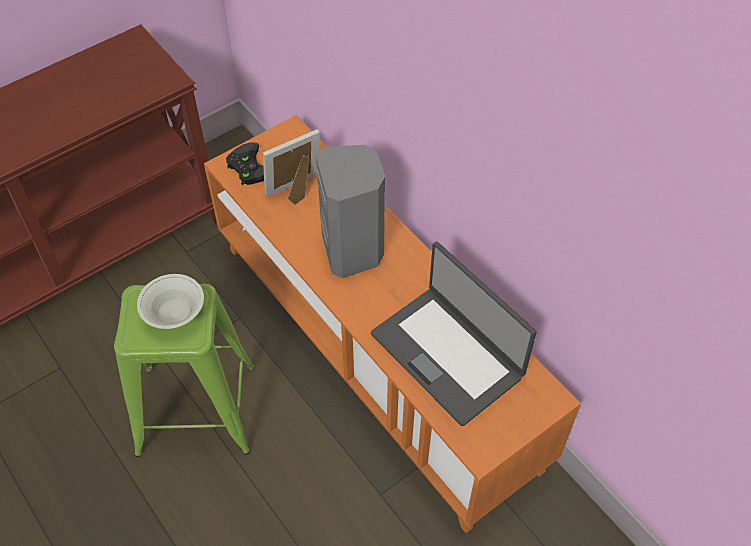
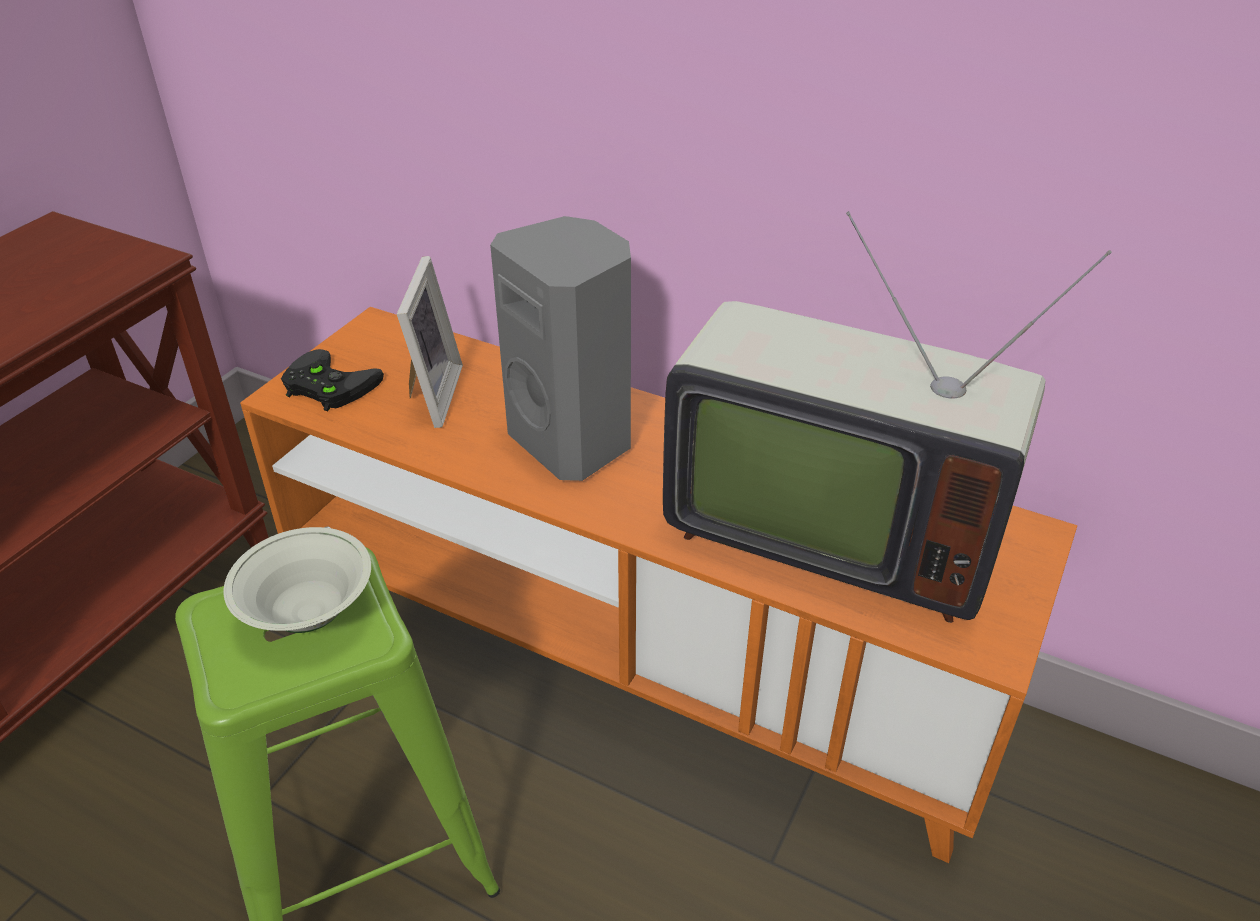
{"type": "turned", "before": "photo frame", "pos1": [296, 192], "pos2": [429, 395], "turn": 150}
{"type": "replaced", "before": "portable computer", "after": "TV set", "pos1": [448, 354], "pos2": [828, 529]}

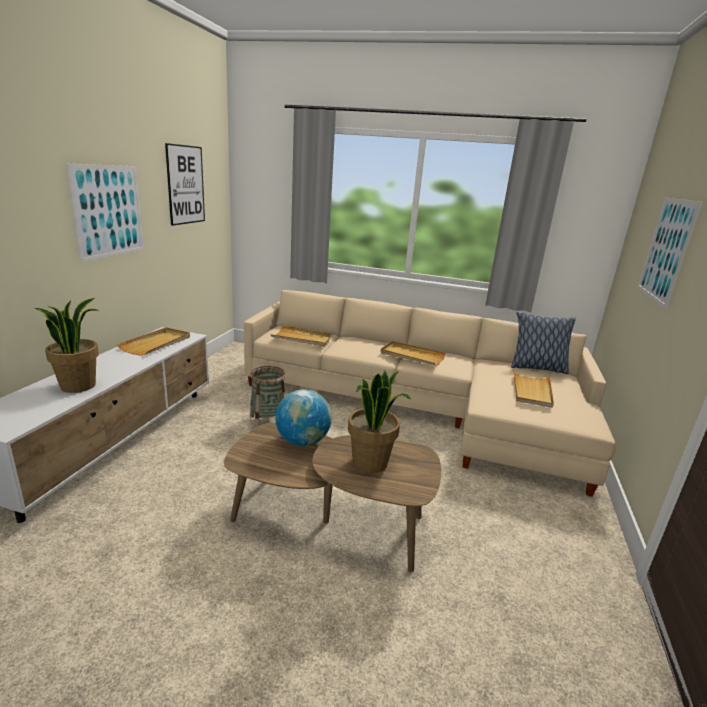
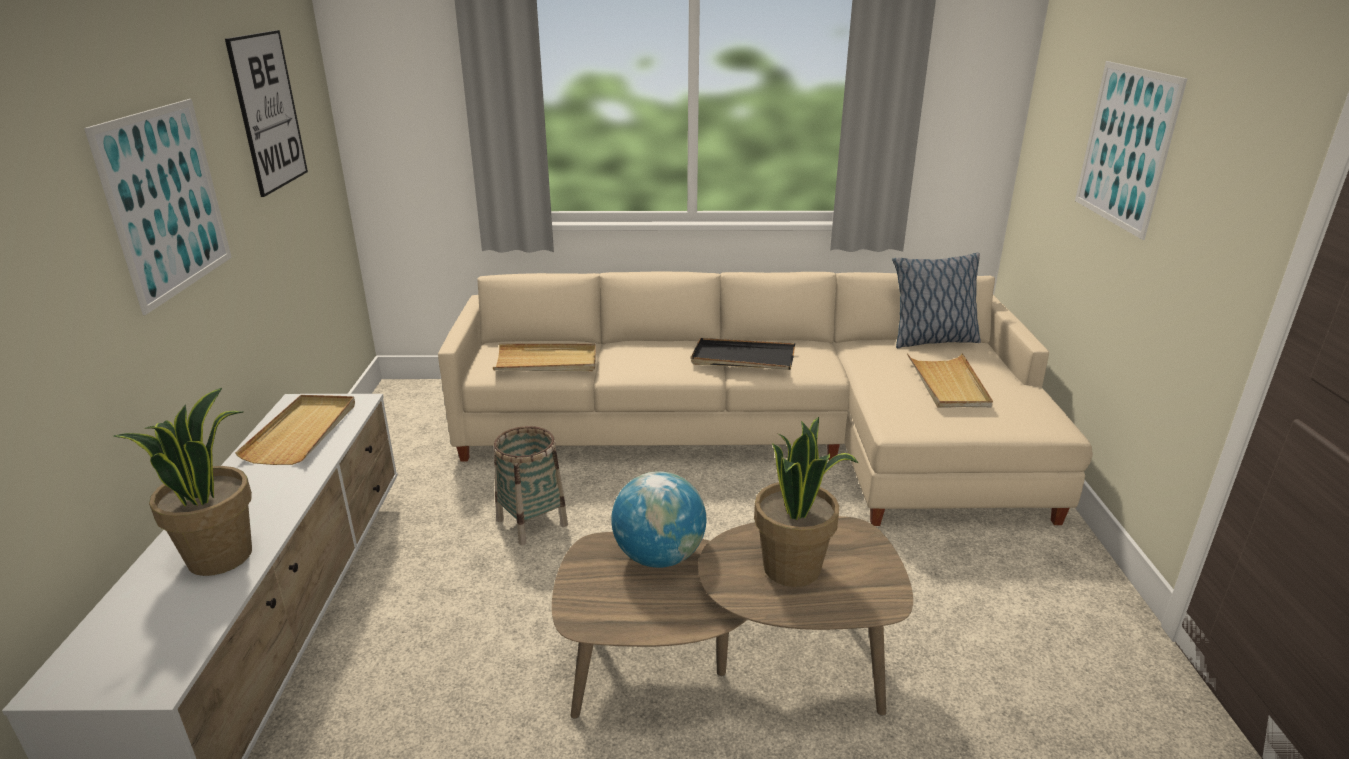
{"type": "recoloured", "before": "serving tray in sand-coloured", "after": "serving tray in black-coloured", "pos1": [412, 356], "pos2": [742, 358]}

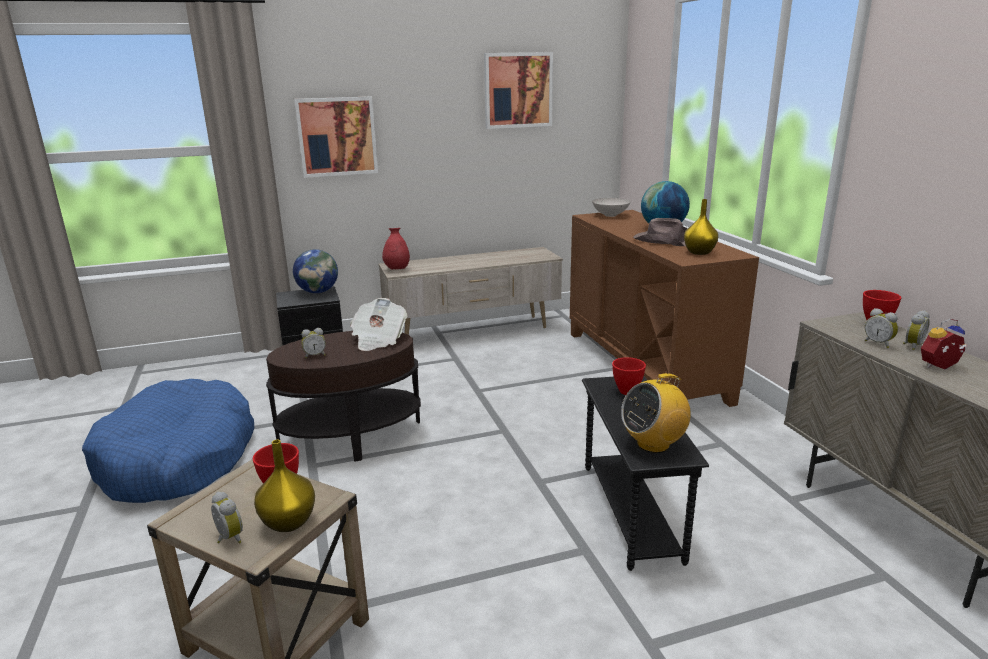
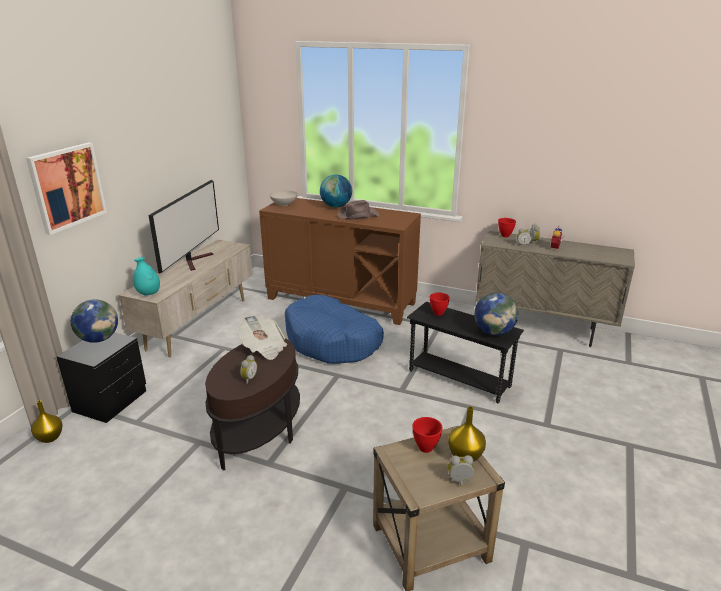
{"type": "moved", "before": "dog bed in bluish", "pos1": [178, 459], "pos2": [332, 341]}
{"type": "recoloured", "before": "vase in red-coloured", "after": "vase in turquoise-coloured", "pos1": [397, 269], "pos2": [149, 294]}
{"type": "removed", "before": "wall picture", "pos1": [518, 90]}
{"type": "replaced", "before": "radio set", "after": "desk globe", "pos1": [653, 444], "pos2": [493, 332]}
{"type": "moved", "before": "vase in yellow-coloured", "pos1": [699, 252], "pos2": [50, 438]}
{"type": "added", "after": "TV set", "pos2": [195, 260]}

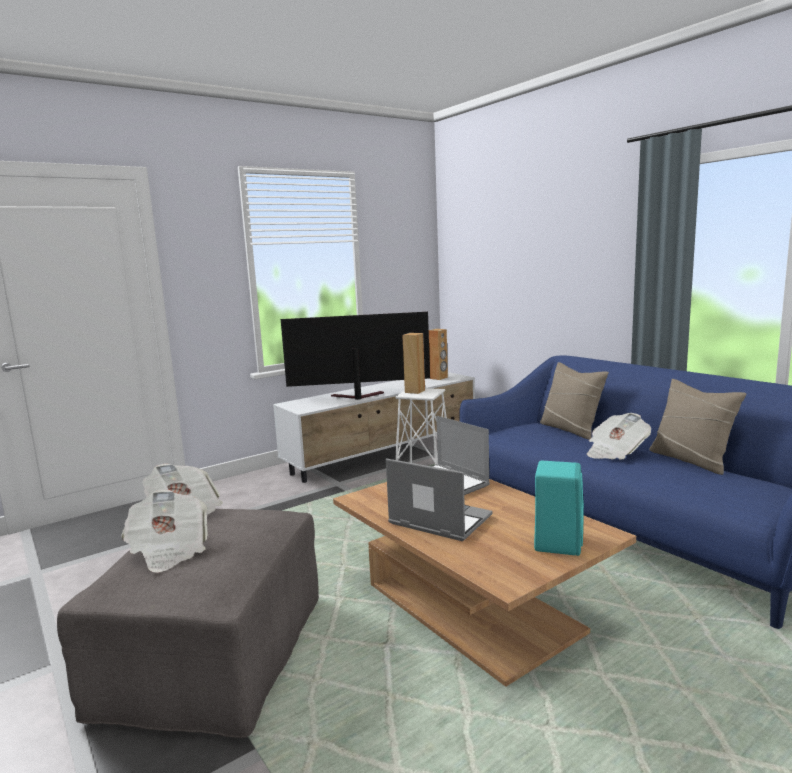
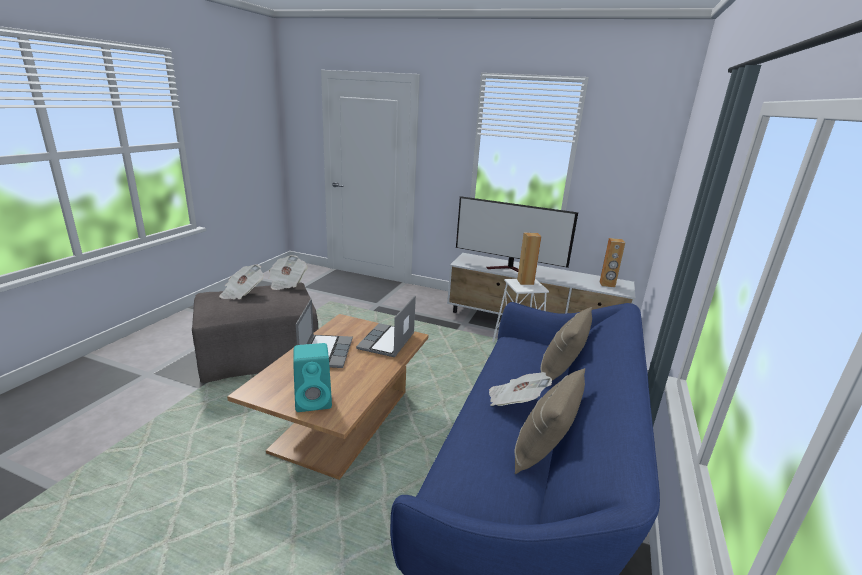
{"type": "turned", "before": "TV set", "pos1": [356, 397], "pos2": [510, 270], "turn": 150}

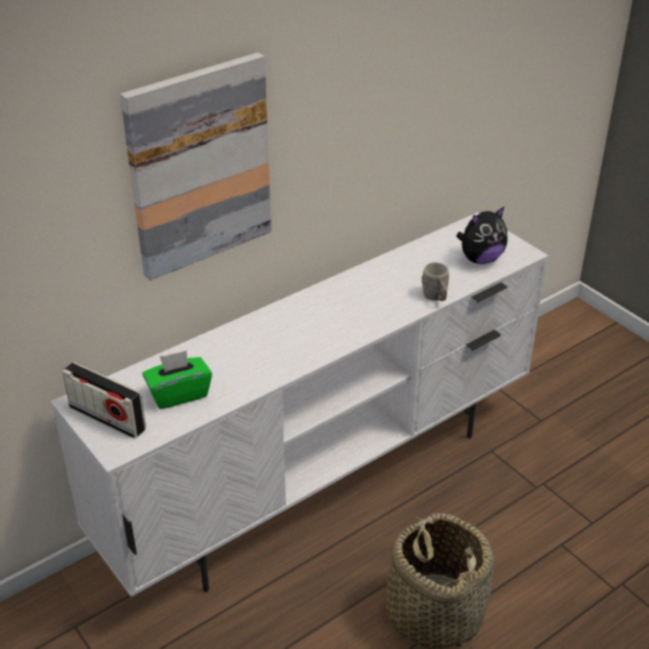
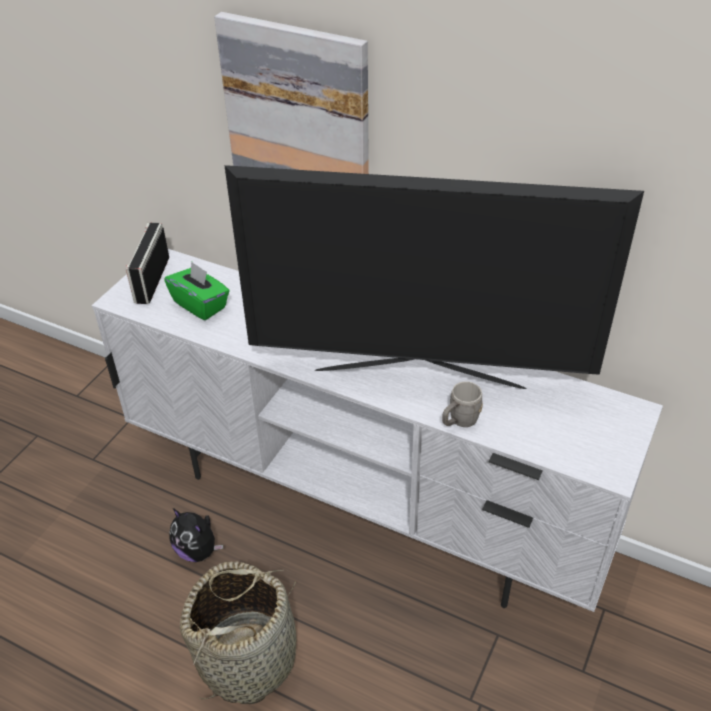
{"type": "moved", "before": "cuddly toy", "pos1": [480, 259], "pos2": [198, 550]}
{"type": "added", "after": "TV set", "pos2": [419, 377]}

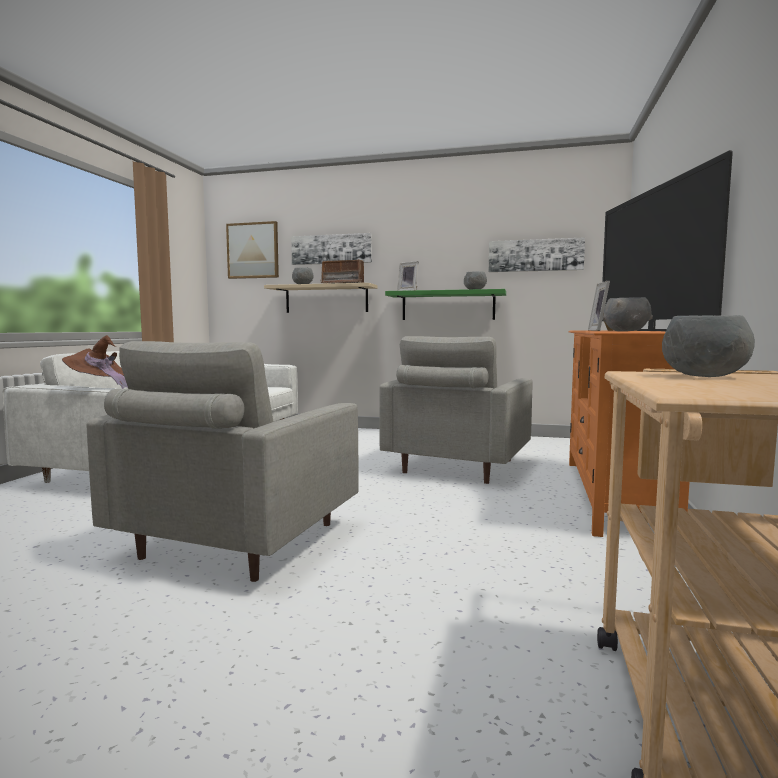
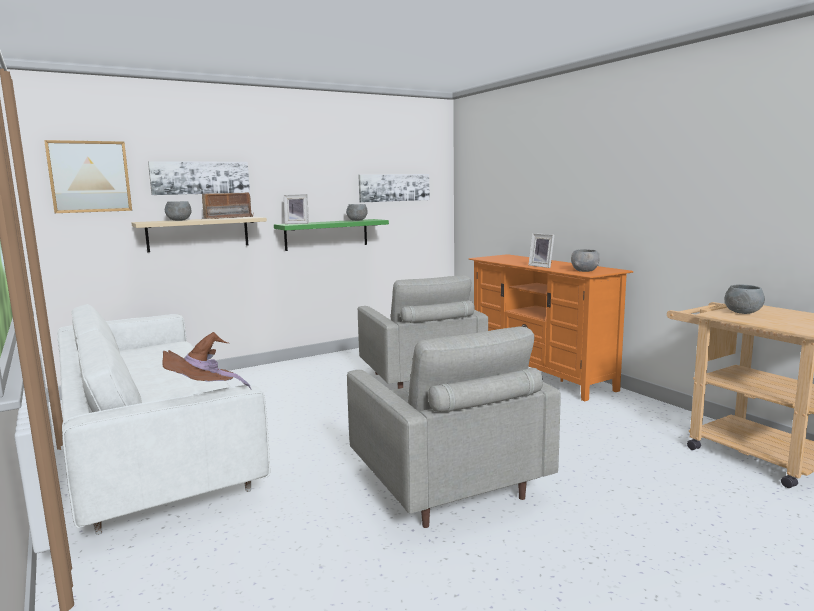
{"type": "removed", "before": "TV set", "pos1": [650, 330]}

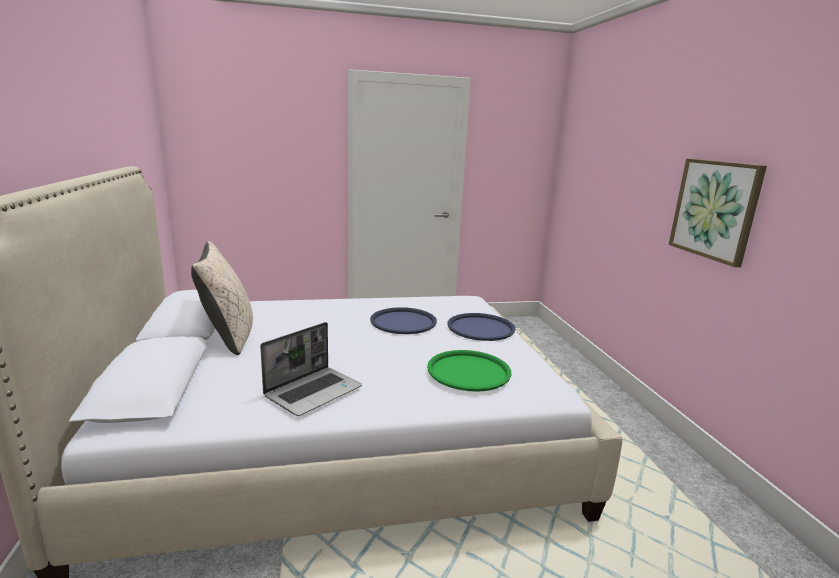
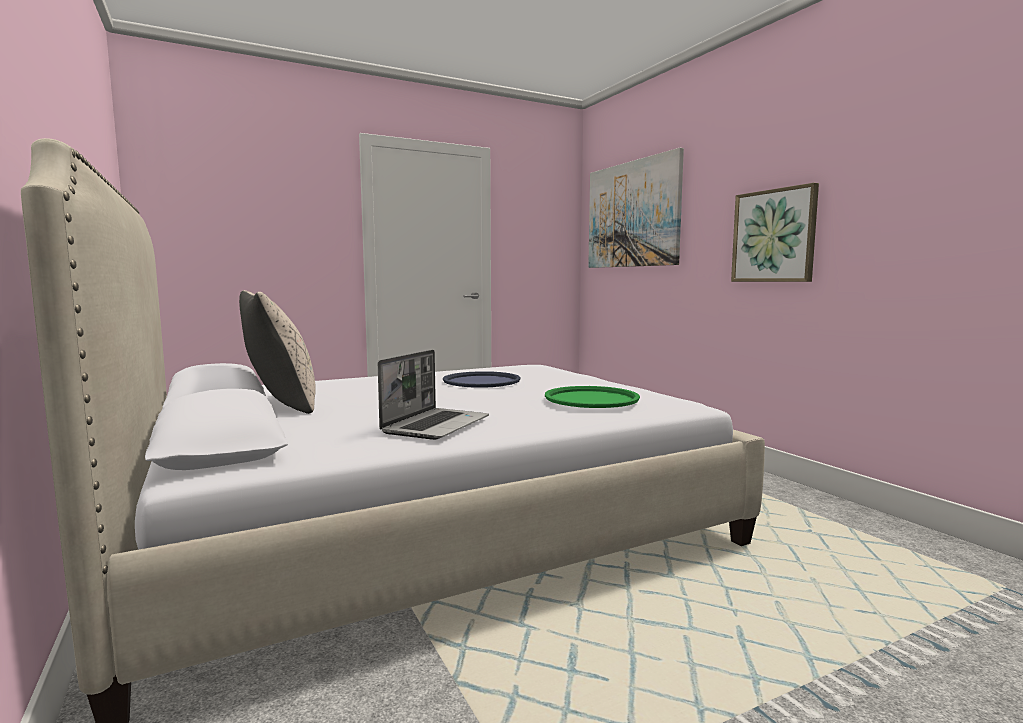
{"type": "removed", "before": "serving tray in bluish", "pos1": [480, 328]}
{"type": "added", "after": "wall picture", "pos2": [632, 214]}

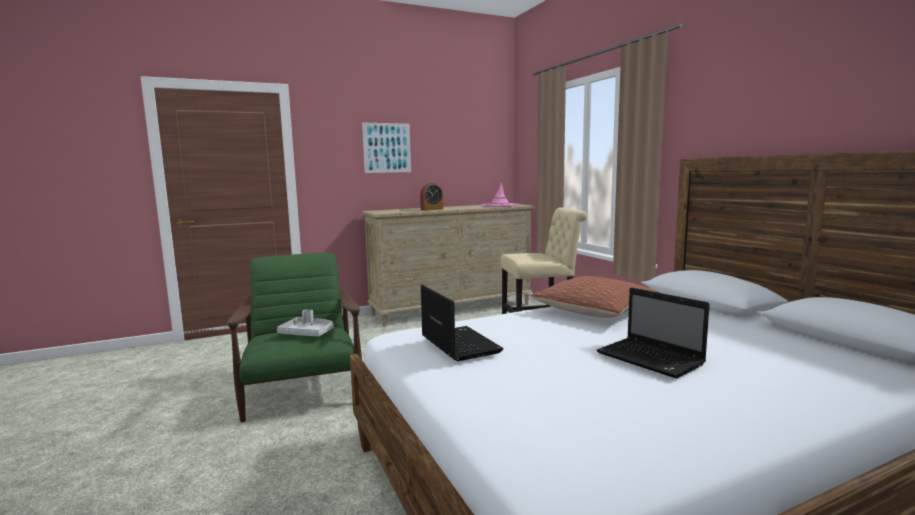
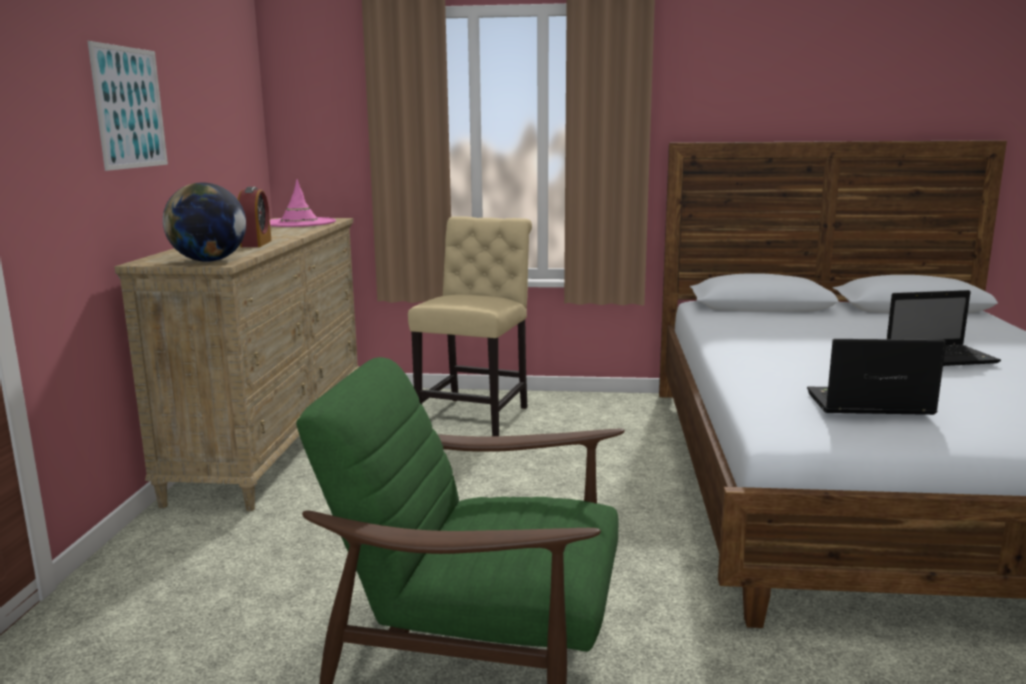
{"type": "removed", "before": "serving tray in gray", "pos1": [307, 333]}
{"type": "removed", "before": "pillow", "pos1": [595, 311]}
{"type": "added", "after": "desk globe", "pos2": [209, 261]}

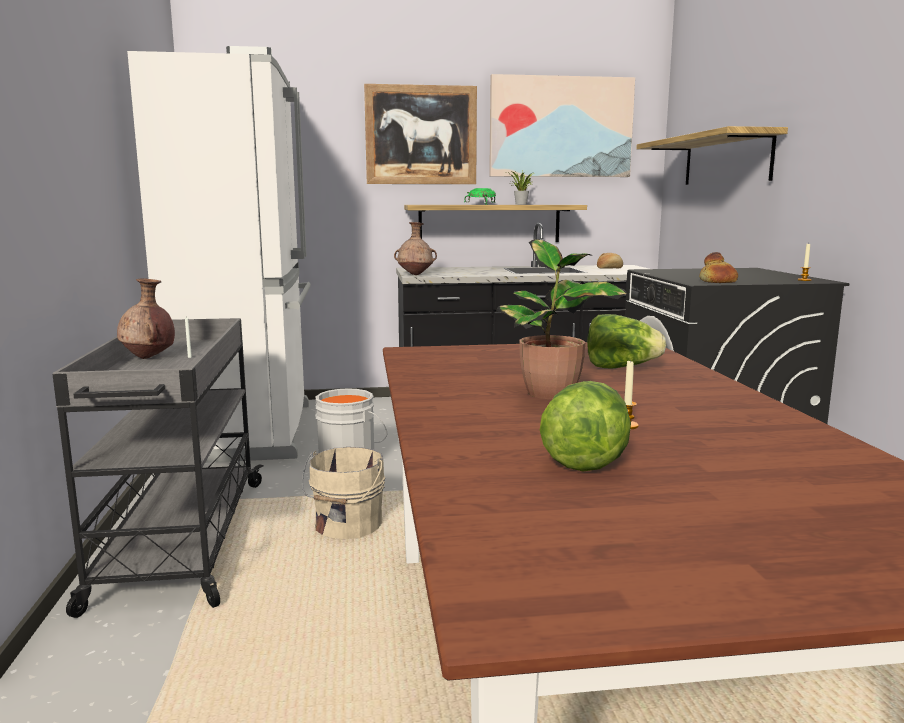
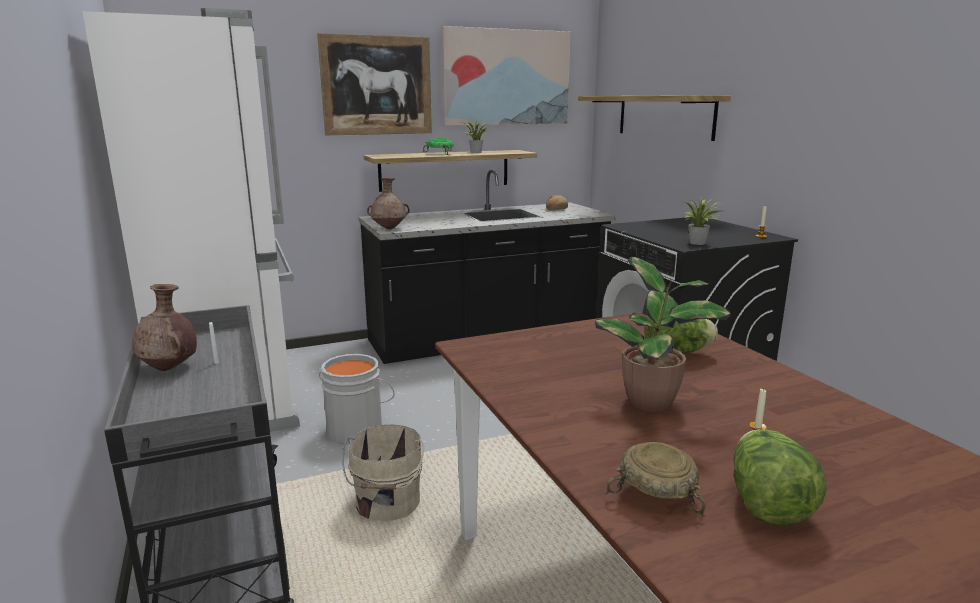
{"type": "replaced", "before": "baked bread", "after": "houseplant", "pos1": [718, 281], "pos2": [699, 243]}
{"type": "added", "after": "deep dish in sand-coloured", "pos2": [654, 493]}

